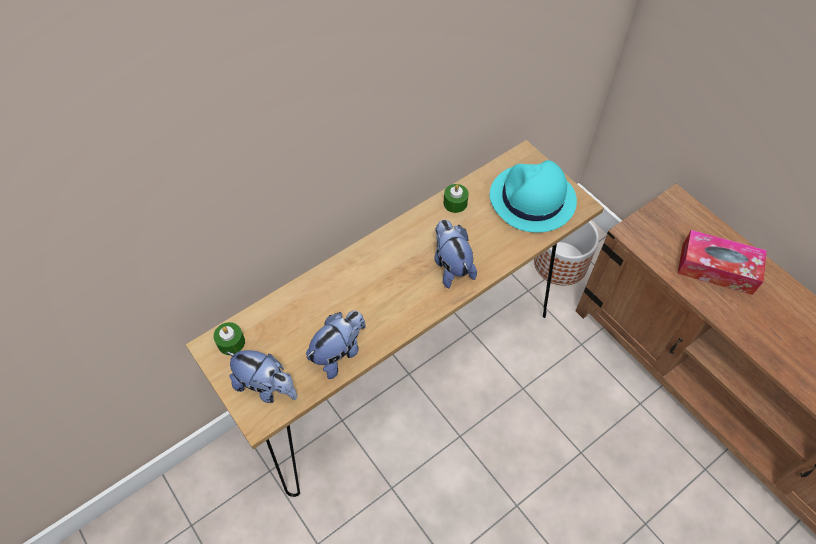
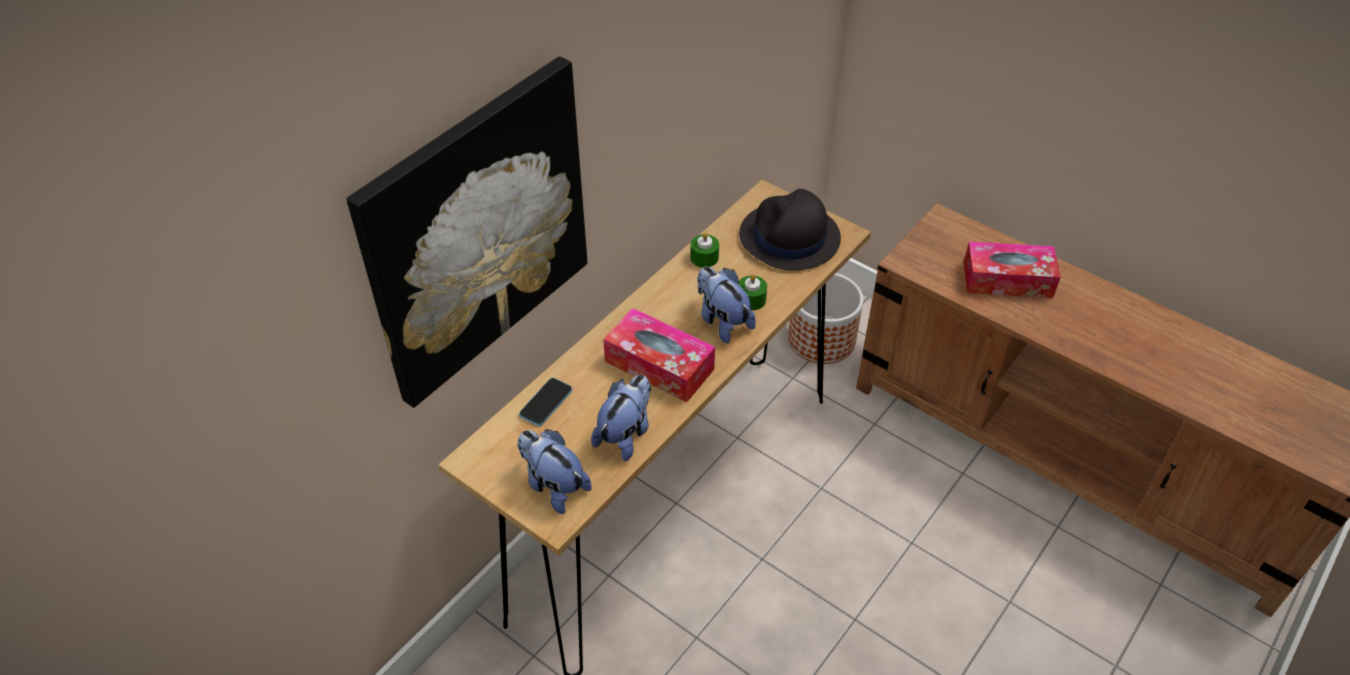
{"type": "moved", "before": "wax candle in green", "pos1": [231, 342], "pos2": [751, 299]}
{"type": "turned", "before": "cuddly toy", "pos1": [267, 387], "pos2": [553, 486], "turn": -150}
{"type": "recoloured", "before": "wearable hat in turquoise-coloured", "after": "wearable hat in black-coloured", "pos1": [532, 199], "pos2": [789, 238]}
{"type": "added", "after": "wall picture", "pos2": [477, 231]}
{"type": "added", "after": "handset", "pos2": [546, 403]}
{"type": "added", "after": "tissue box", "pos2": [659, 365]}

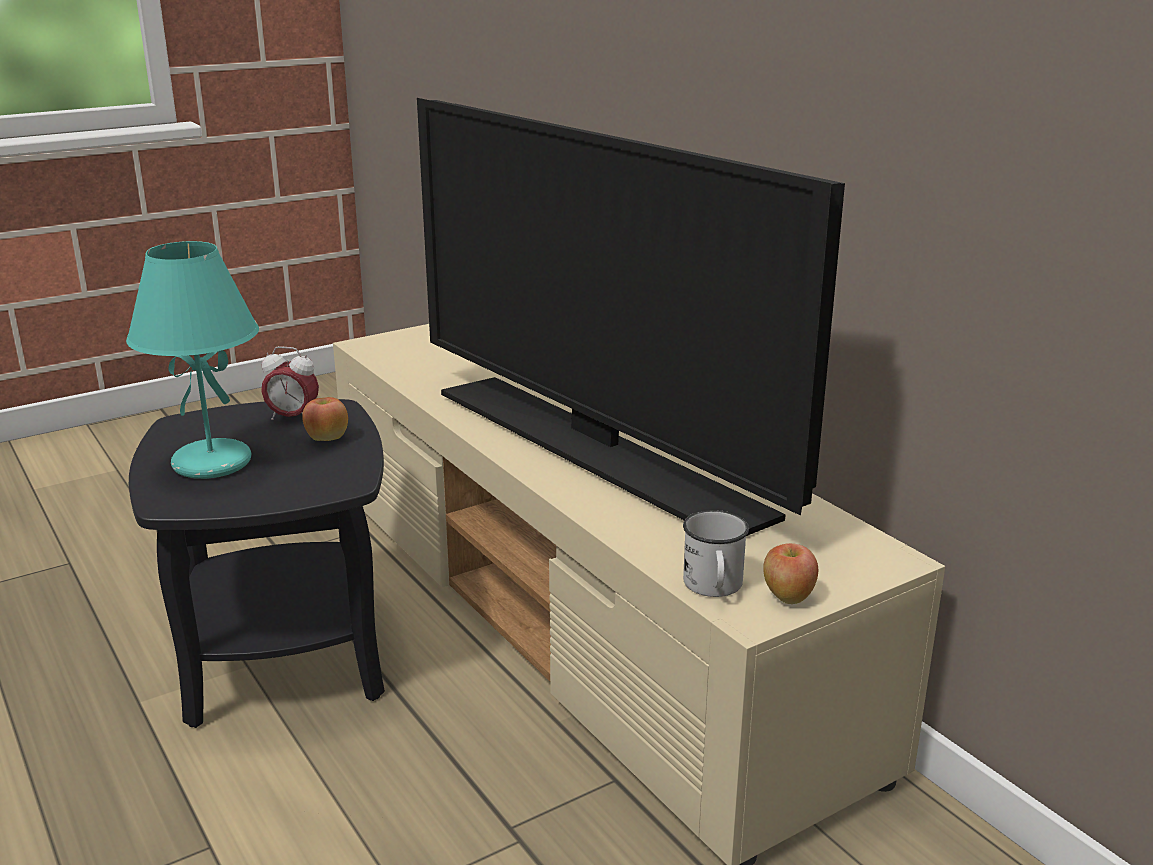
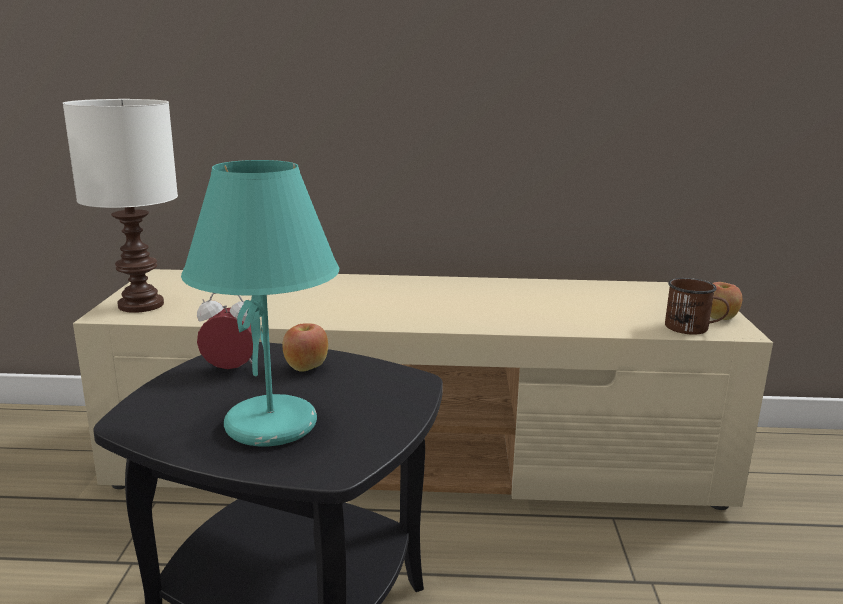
{"type": "turned", "before": "table clock", "pos1": [293, 418], "pos2": [231, 369], "turn": -135}
{"type": "removed", "before": "TV set", "pos1": [598, 451]}
{"type": "recoloured", "before": "tea mug in white", "after": "tea mug in brown", "pos1": [714, 587], "pos2": [693, 329]}
{"type": "added", "after": "tabletop lamp in white", "pos2": [140, 305]}

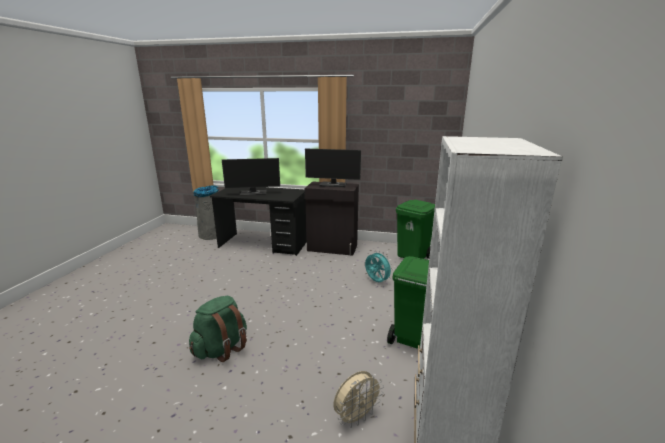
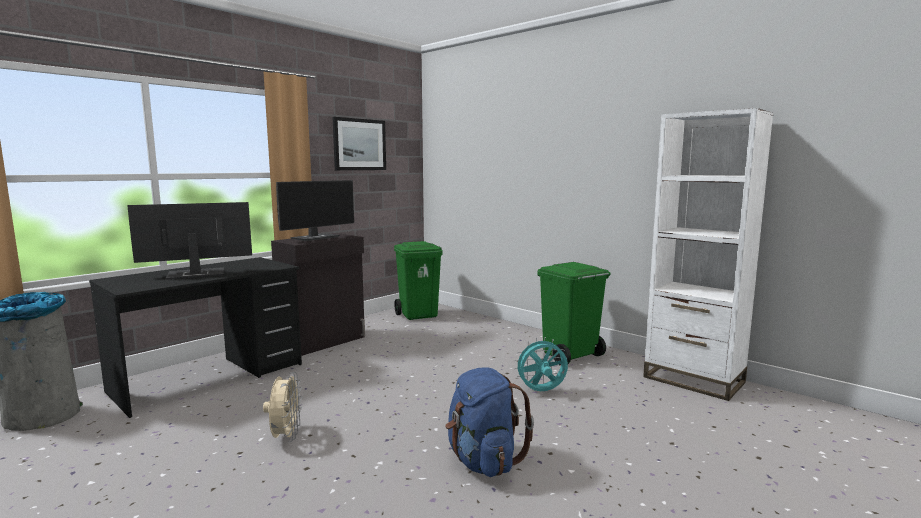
{"type": "recoloured", "before": "rucksack in green", "after": "rucksack in bluish", "pos1": [221, 348], "pos2": [483, 461]}
{"type": "turned", "before": "monitor", "pos1": [254, 193], "pos2": [194, 275], "turn": -135}
{"type": "moved", "before": "cooling fan in sand-coloured", "pos1": [356, 417], "pos2": [286, 437]}
{"type": "moved", "before": "cooling fan in turquoise-coloured", "pos1": [376, 281], "pos2": [541, 392]}
{"type": "added", "after": "wall picture", "pos2": [359, 144]}

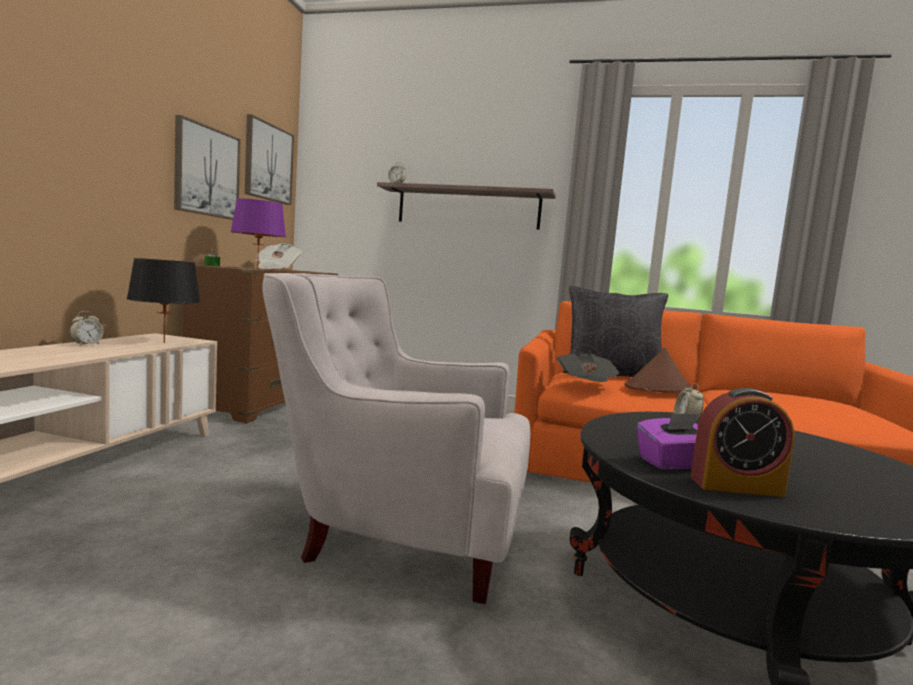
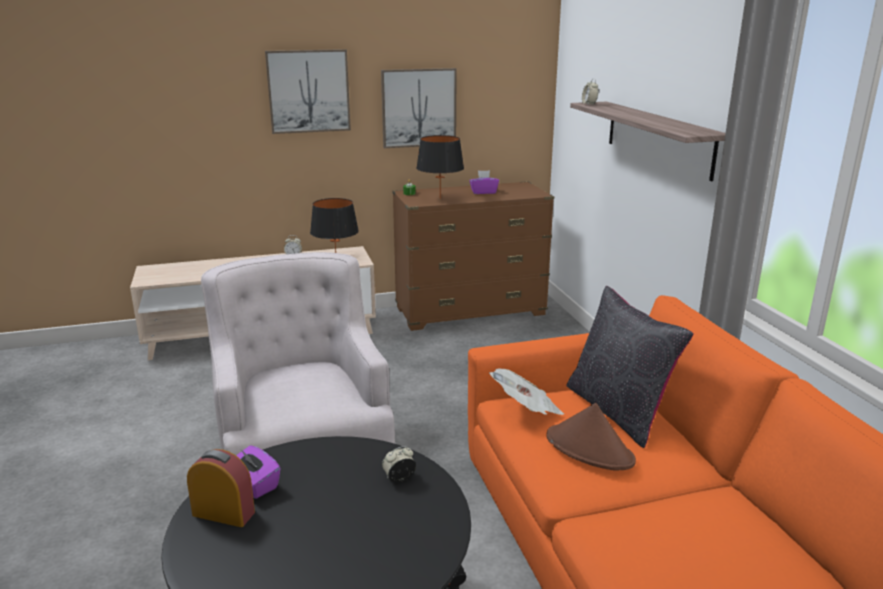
{"type": "recoloured", "before": "tabletop lamp in purplish", "after": "tabletop lamp in black-coloured", "pos1": [257, 269], "pos2": [440, 198]}
{"type": "moved", "before": "wall picture", "pos1": [268, 162], "pos2": [308, 91]}
{"type": "replaced", "before": "newspaper", "after": "tissue box in purplish", "pos1": [277, 269], "pos2": [483, 192]}
{"type": "turned", "before": "table clock", "pos1": [736, 486], "pos2": [223, 513], "turn": 135}

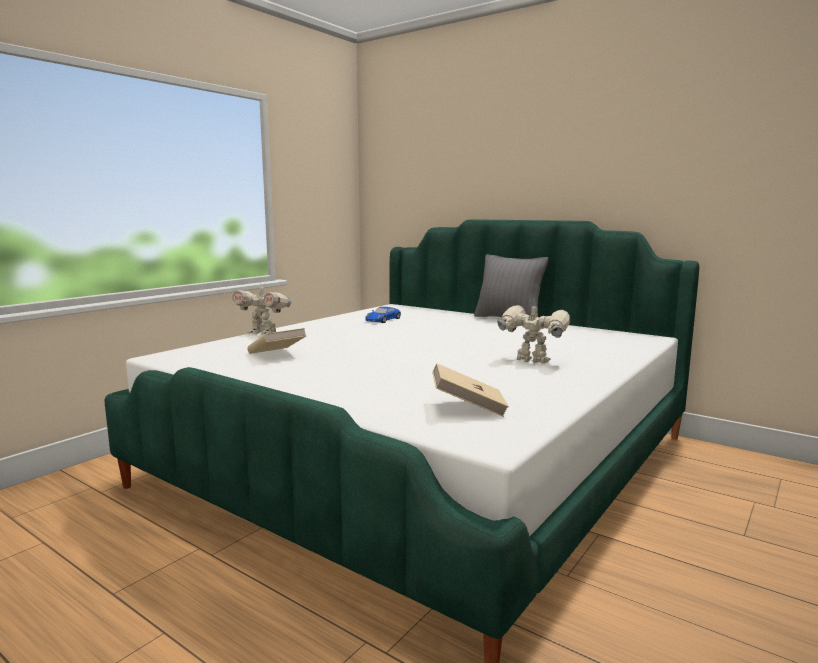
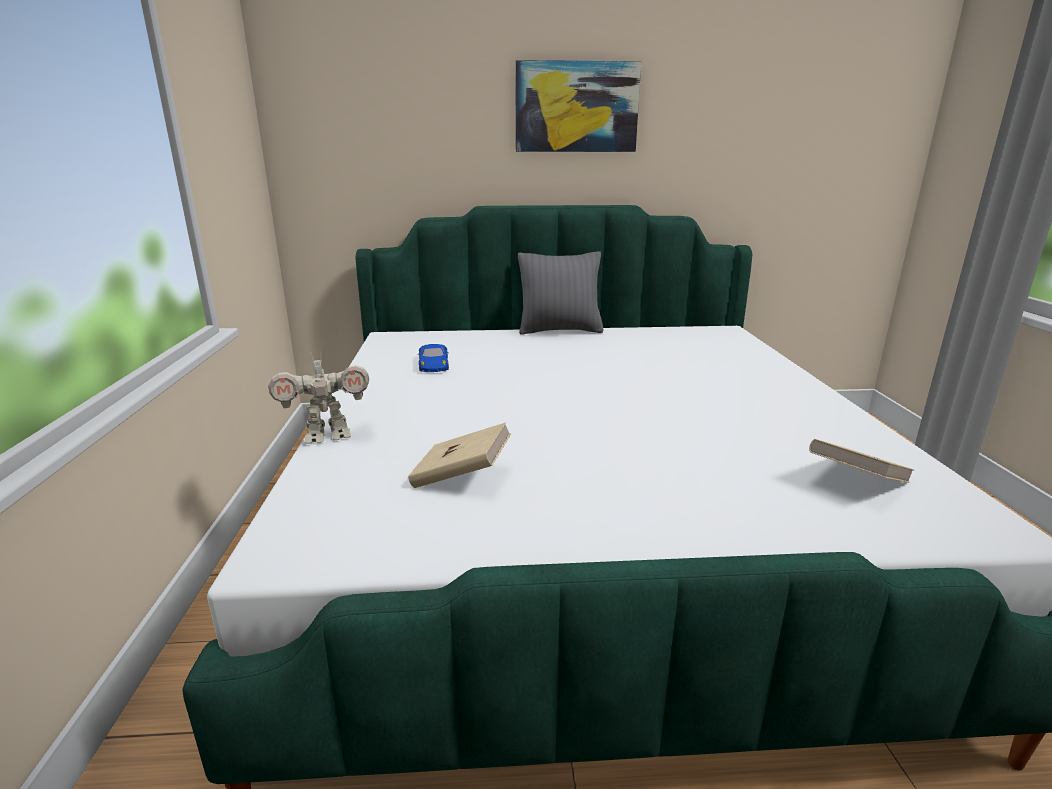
{"type": "removed", "before": "model robot", "pos1": [532, 361]}
{"type": "added", "after": "wall picture", "pos2": [576, 107]}

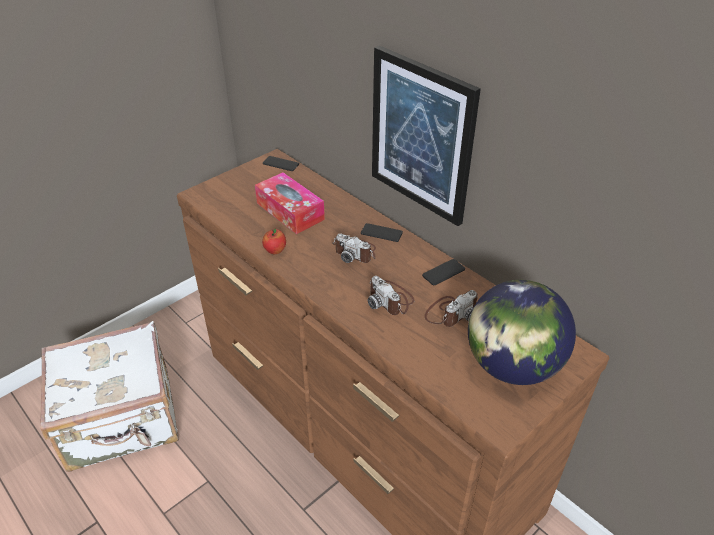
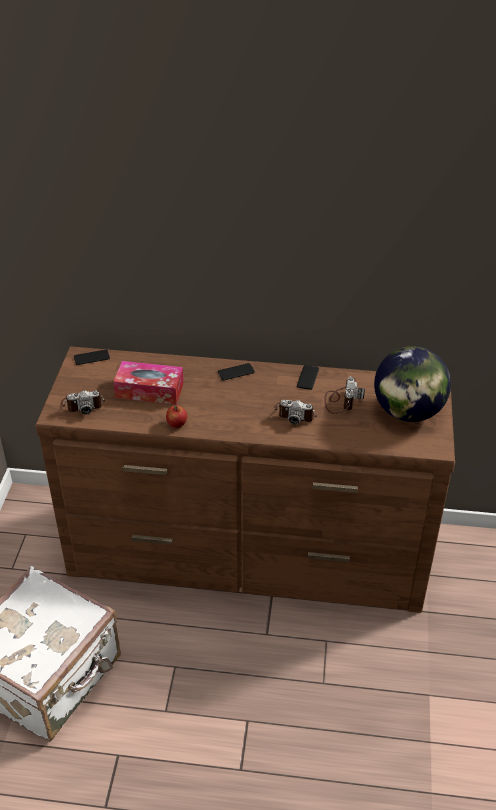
{"type": "moved", "before": "still camera", "pos1": [355, 252], "pos2": [83, 404]}
{"type": "removed", "before": "wall picture", "pos1": [421, 136]}

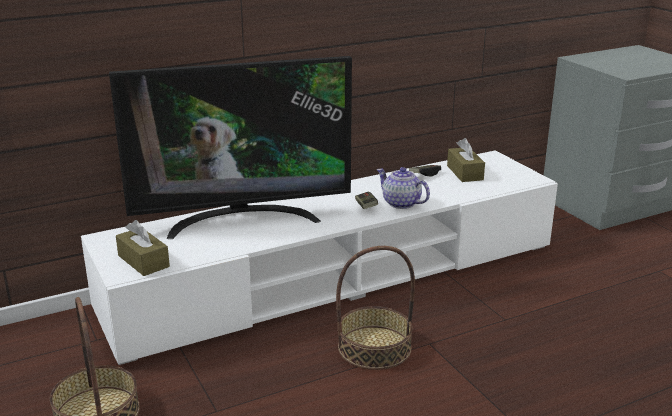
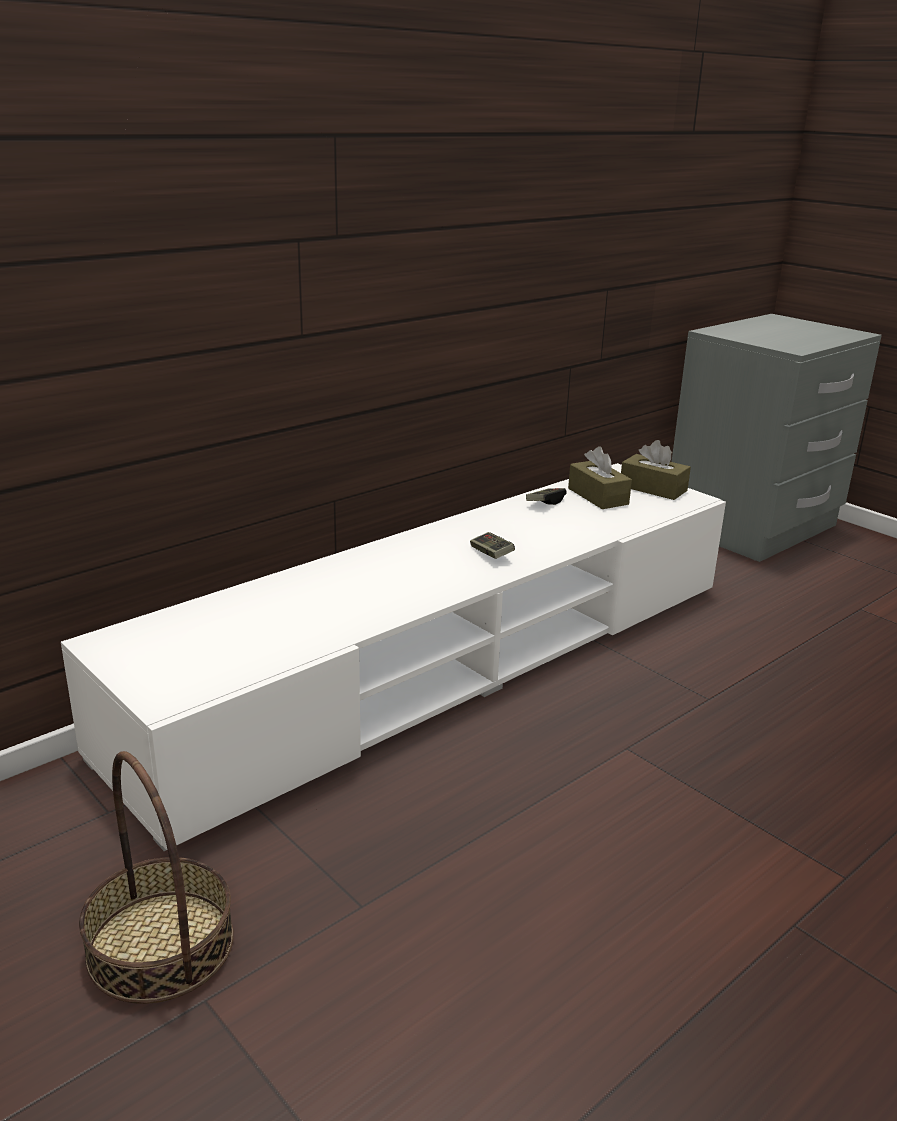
{"type": "removed", "before": "TV set", "pos1": [241, 218]}
{"type": "moved", "before": "tissue box in brown", "pos1": [143, 261], "pos2": [653, 488]}
{"type": "removed", "before": "basket", "pos1": [374, 347]}
{"type": "removed", "before": "teapot", "pos1": [400, 203]}

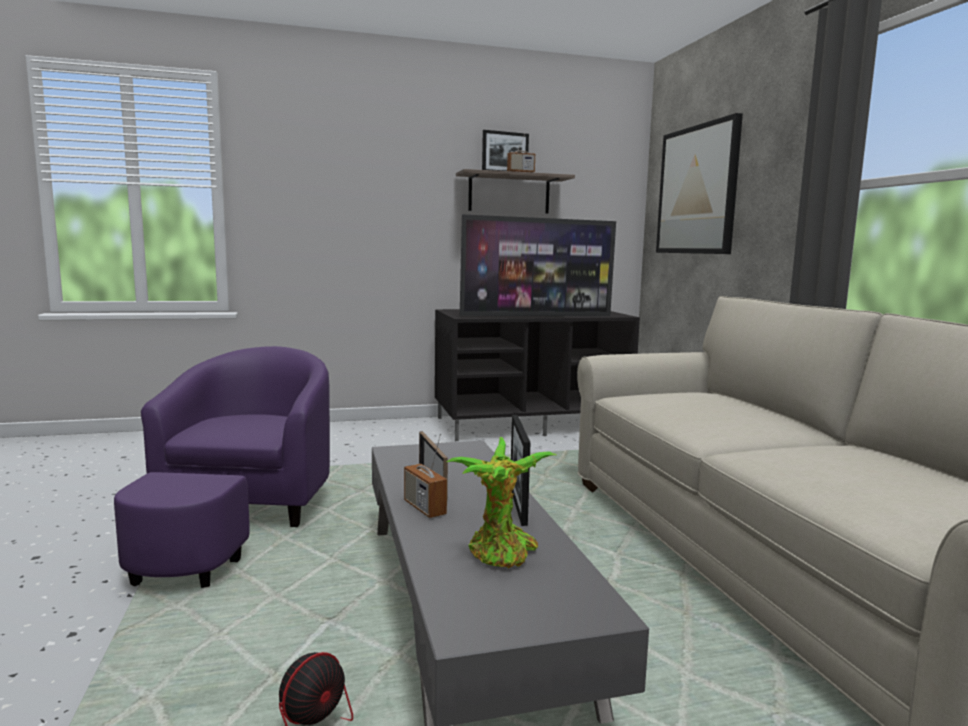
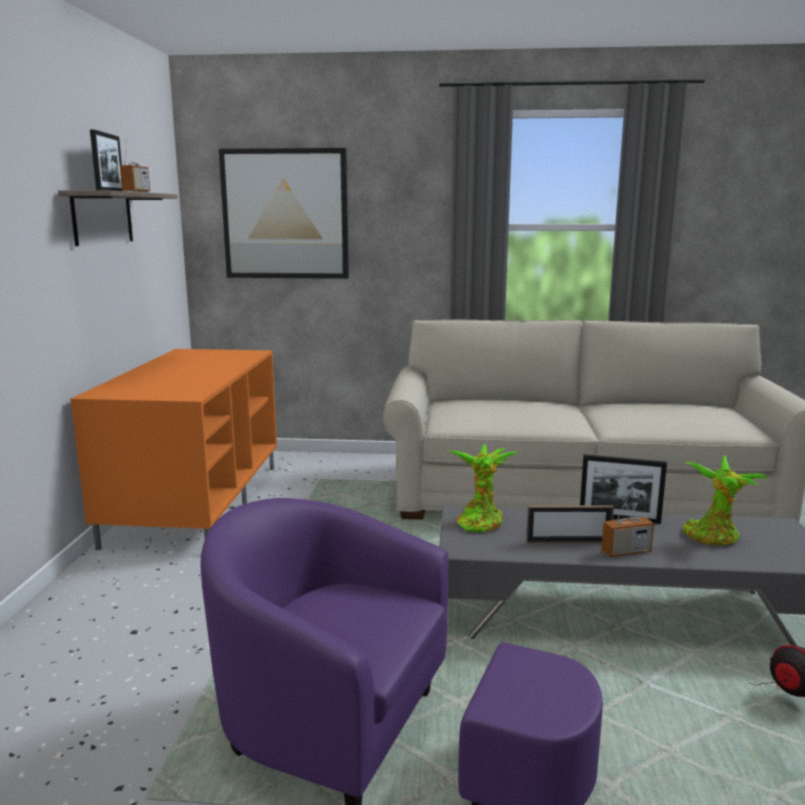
{"type": "recoloured", "before": "tv unit in black-coloured", "after": "tv unit in orange", "pos1": [531, 424], "pos2": [195, 503]}
{"type": "removed", "before": "TV set", "pos1": [536, 316]}
{"type": "added", "after": "houseplant", "pos2": [480, 521]}

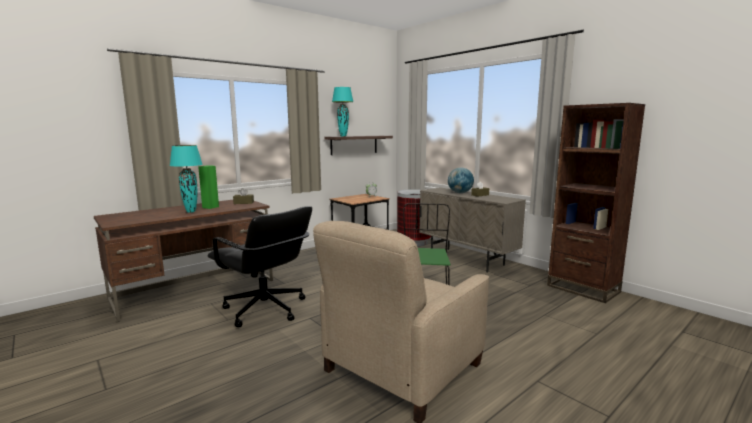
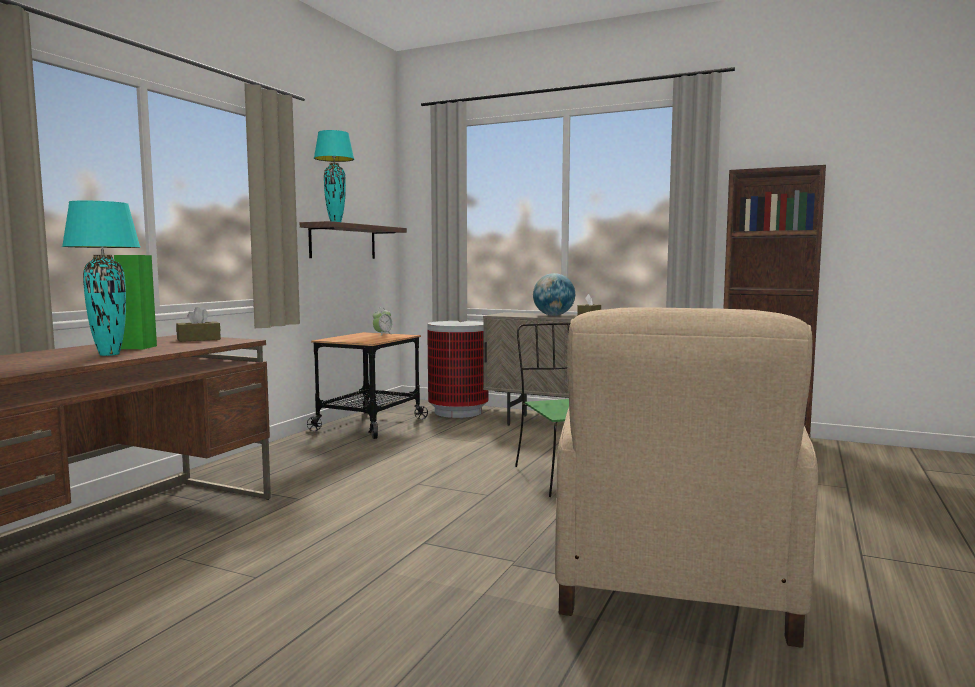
{"type": "removed", "before": "office chair in black-coloured", "pos1": [265, 310]}

